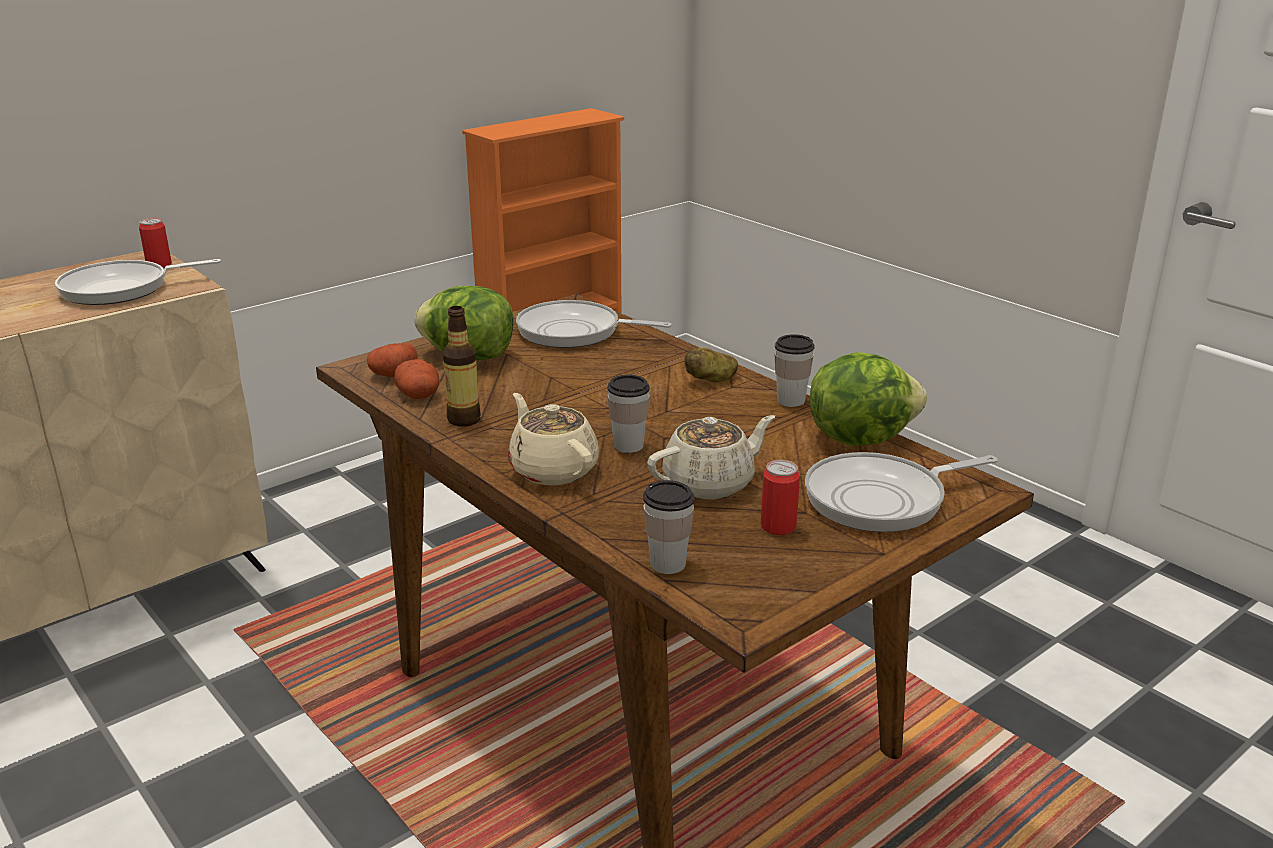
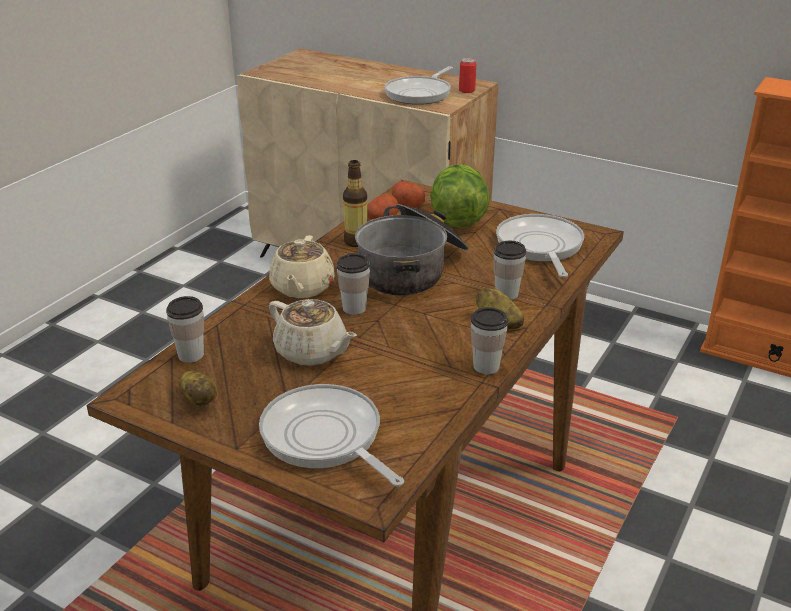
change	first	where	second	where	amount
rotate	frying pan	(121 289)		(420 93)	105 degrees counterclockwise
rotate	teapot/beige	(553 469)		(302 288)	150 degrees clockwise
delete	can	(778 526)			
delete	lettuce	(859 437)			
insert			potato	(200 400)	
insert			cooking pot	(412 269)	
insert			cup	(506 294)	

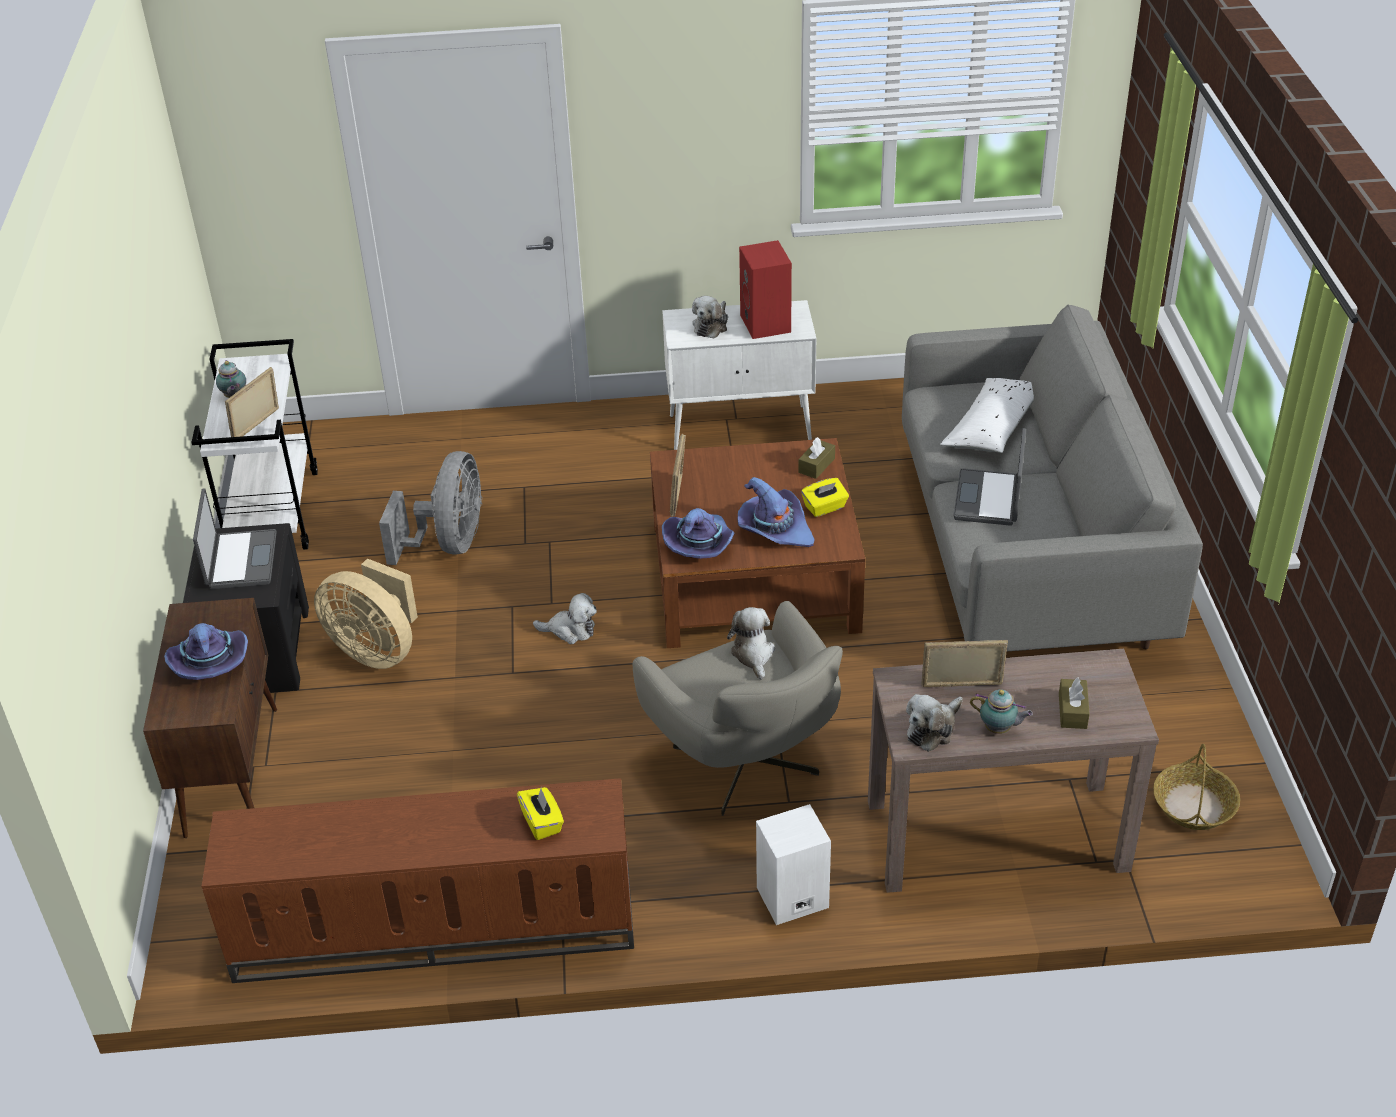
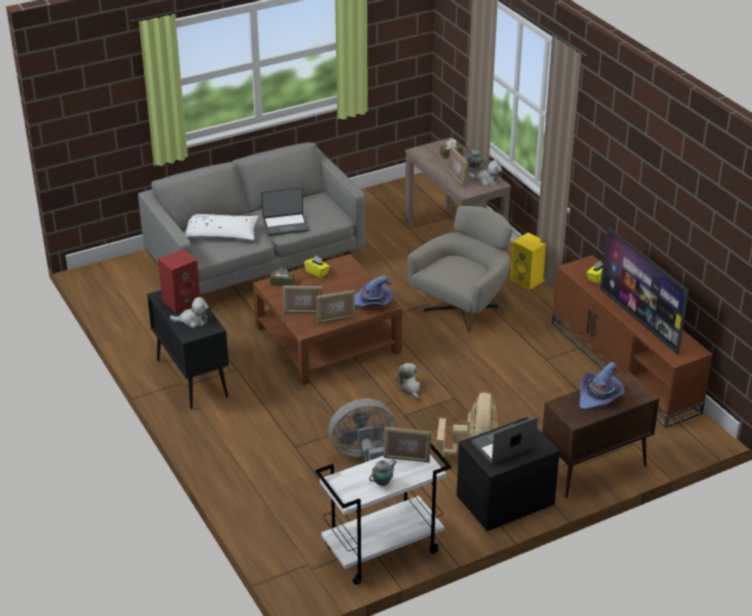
change	first	where	second	where	amount
recolor	cabinet/white	(741 428)	cabinet/black	(191 378)	
delete	plush toy	(753 654)			
delete	hat/purple	(774 529)			
recolor	speaker/white	(791 899)	speaker/yellow	(528 280)	
delete	basket	(1194 806)			
insert			picture frame	(302 312)	
insert			television	(640 320)	

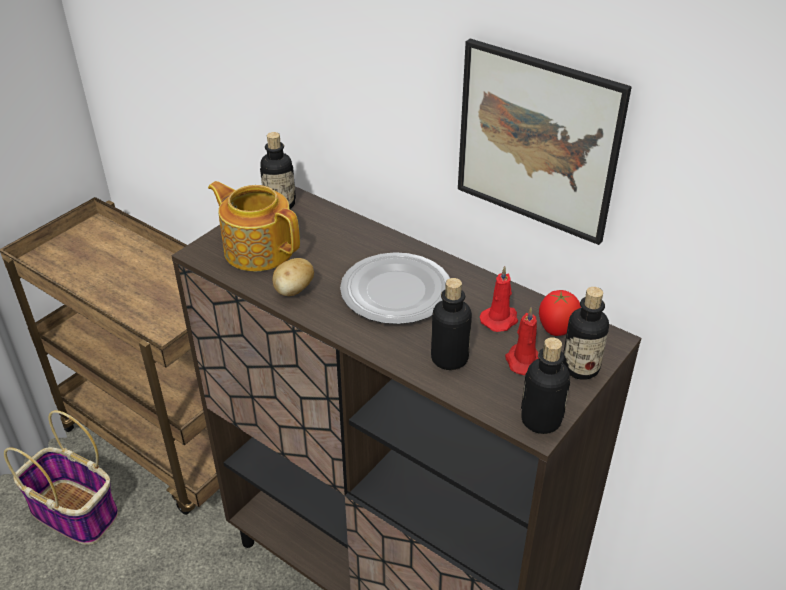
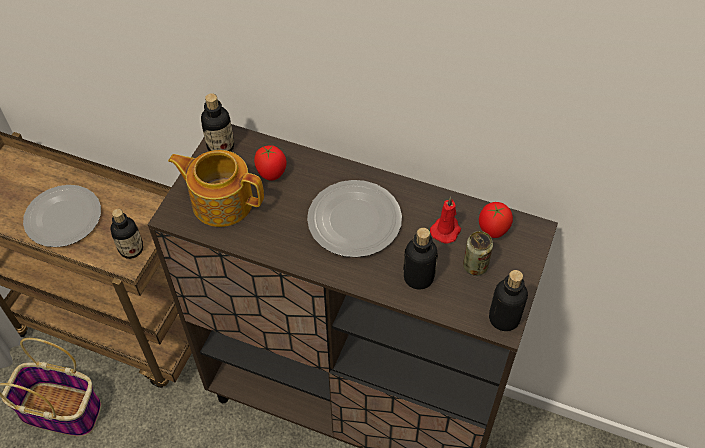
change	first	where	second	where	amount
delete	potato	(294 291)			
delete	picture	(537 141)			
replace	candle/red	(523 360)	can	(475 266)	
move	bottle	(580 367)		(131 249)	
insert			plate	(64 217)	
insert			tomato	(272 174)	

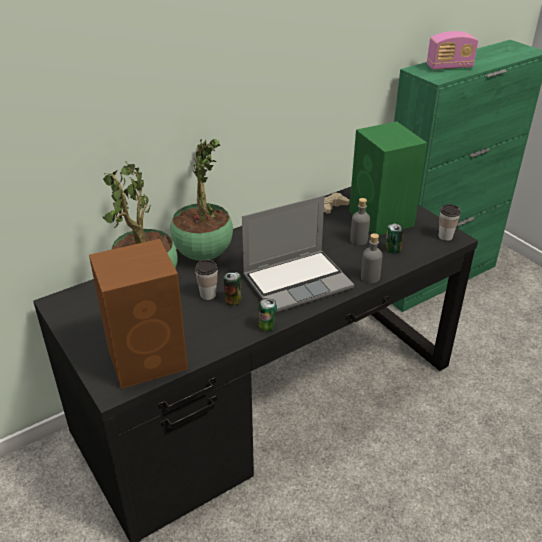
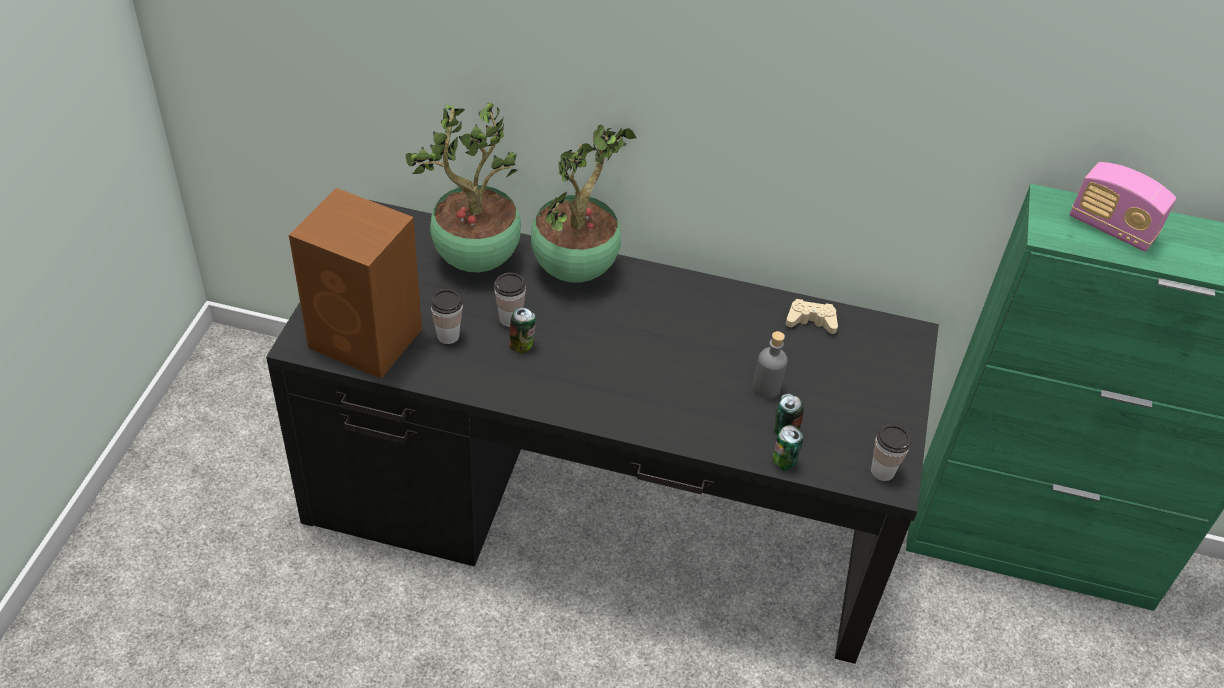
change	first	where	second	where	amount
delete	laptop	(297 281)			
move	can	(267 327)		(783 462)	
delete	speaker/green	(382 219)			
delete	bottle/grey	(370 277)			
insert			cup	(448 336)	

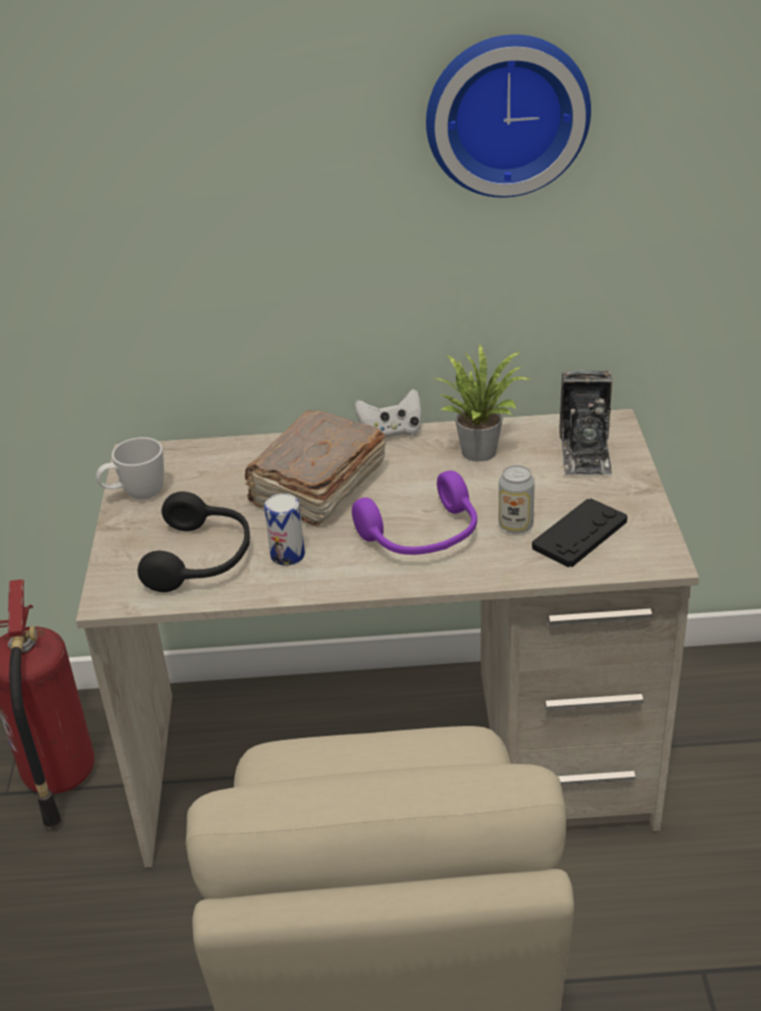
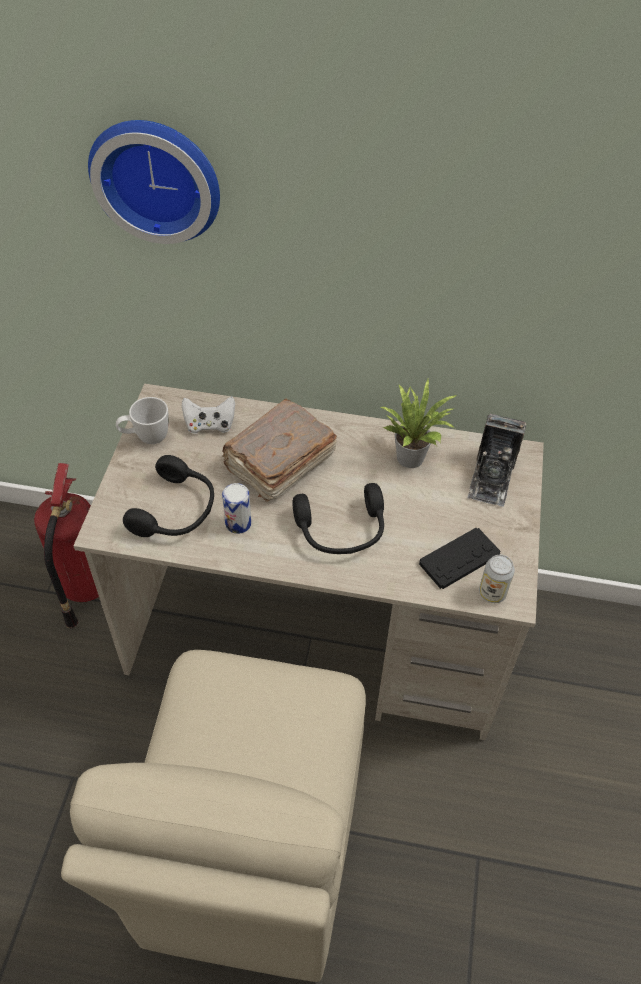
change	first	where	second	where	amount
recolor	headphones/purple	(423 537)	headphones/black	(341 531)	
move	game controller/white	(391 432)		(210 425)	
move	wall clock	(506 113)		(158 177)	
move	can	(515 525)		(492 593)	

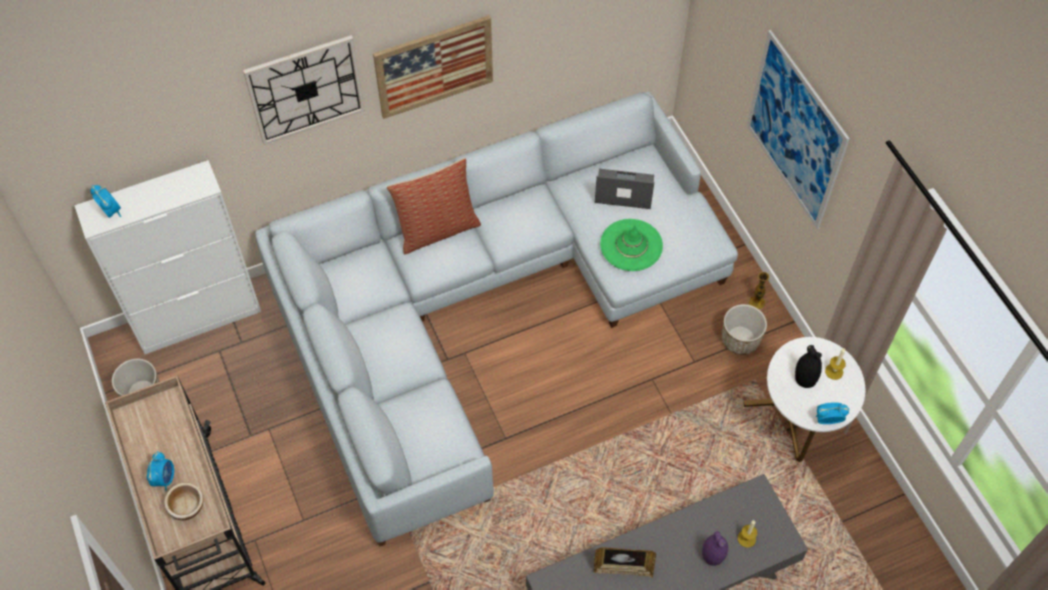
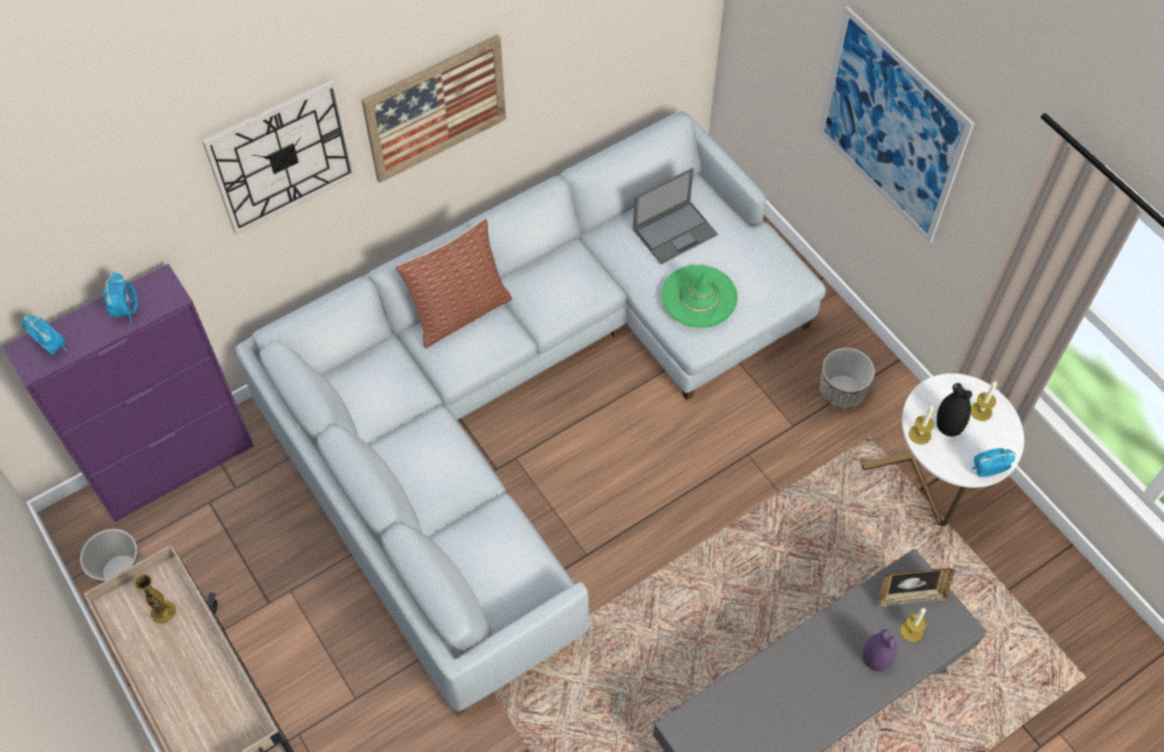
change	first	where	second	where	amount
recolor	cabinet/white	(199 317)	cabinet/purple	(176 465)	
move	alarm clock	(164 478)		(126 309)	
delete	bowl	(187 507)			
move	picture frame	(623 569)		(910 596)	
rotate	laptop	(623 189)		(675 231)	150 degrees clockwise
move	vase	(756 302)		(163 612)	
insert			candle	(919 434)	

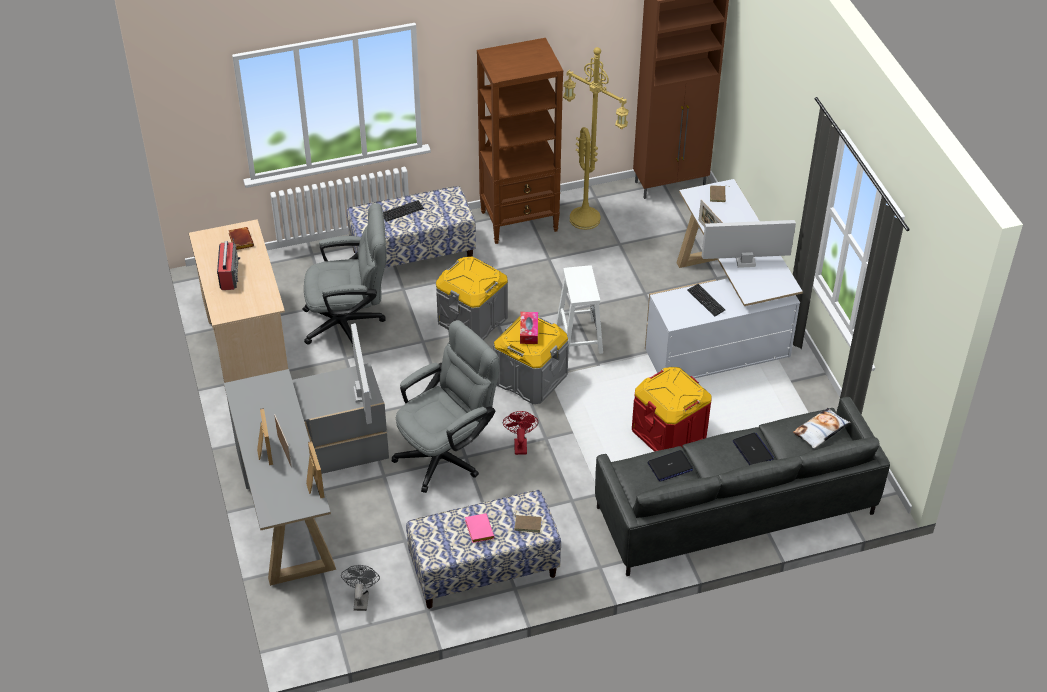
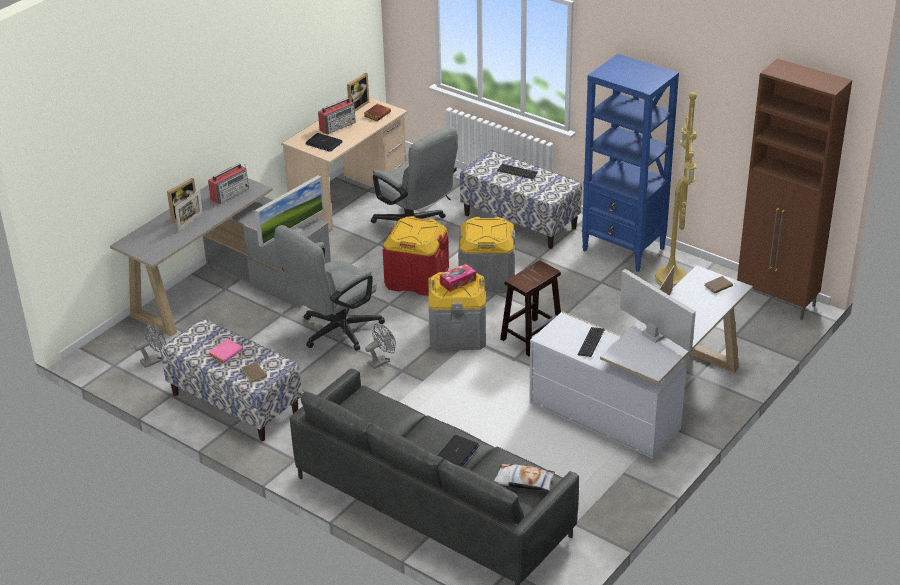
change	first	where	second	where	amount
move	picture frame	(313 484)		(356 106)	
rotate	office chair/grey	(447 453)		(334 332)	120 degrees clockwise
recolor	bookcase/brown	(520 221)	bookcase/blue	(624 250)	
recolor	fan/red	(520 444)	fan/grey	(381 361)	
recolor	stool/white	(579 337)	stool/brown	(532 336)	
move	storage box/red	(669 432)		(417 279)	
move	laptop	(670 466)		(323 143)	
insert			radio	(230 194)	

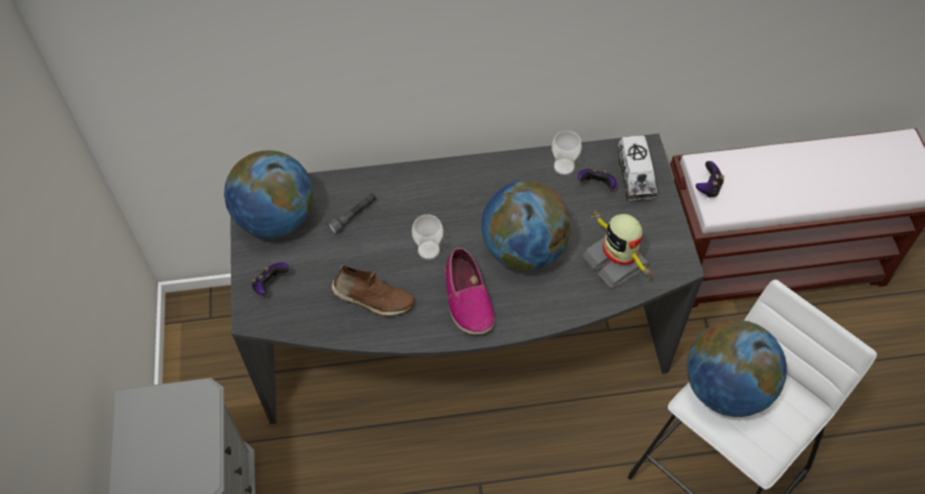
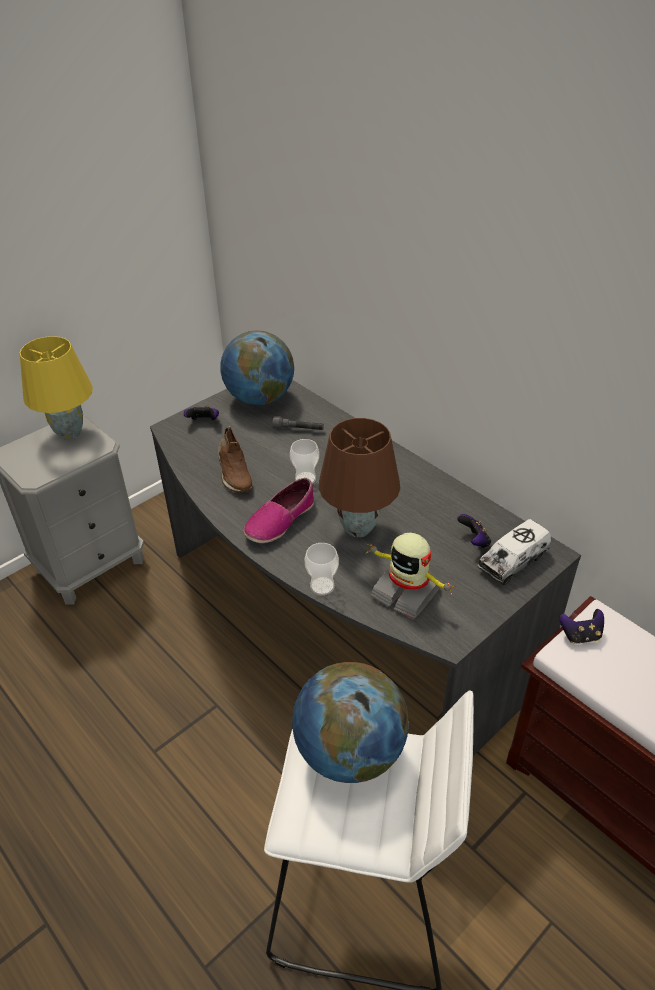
change	first	where	second	where	amount
replace	globe	(523 250)	table lamp/brown	(359 529)	
move	cup	(564 166)		(322 586)	
rotate	toy robot	(616 261)		(406 592)	75 degrees counterclockwise
insert			table lamp/yellow	(70 433)	

